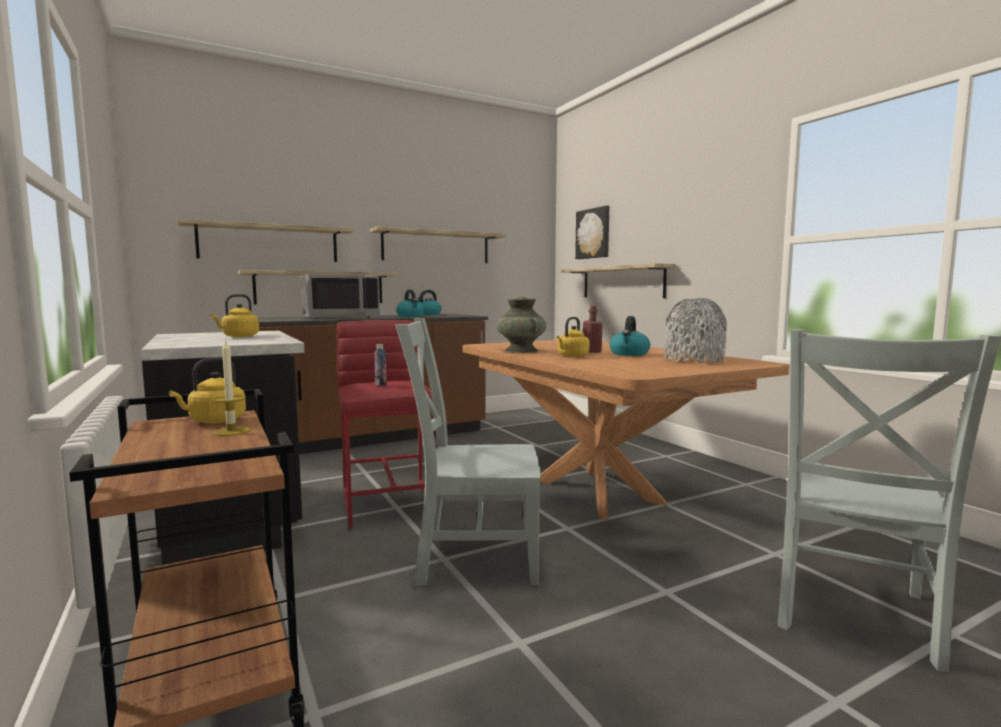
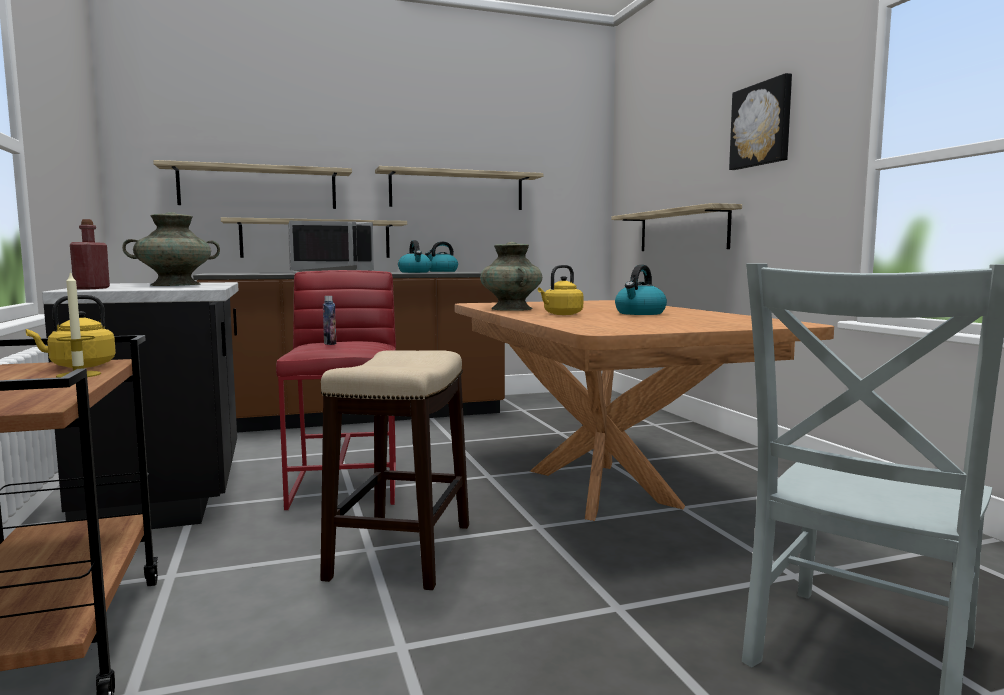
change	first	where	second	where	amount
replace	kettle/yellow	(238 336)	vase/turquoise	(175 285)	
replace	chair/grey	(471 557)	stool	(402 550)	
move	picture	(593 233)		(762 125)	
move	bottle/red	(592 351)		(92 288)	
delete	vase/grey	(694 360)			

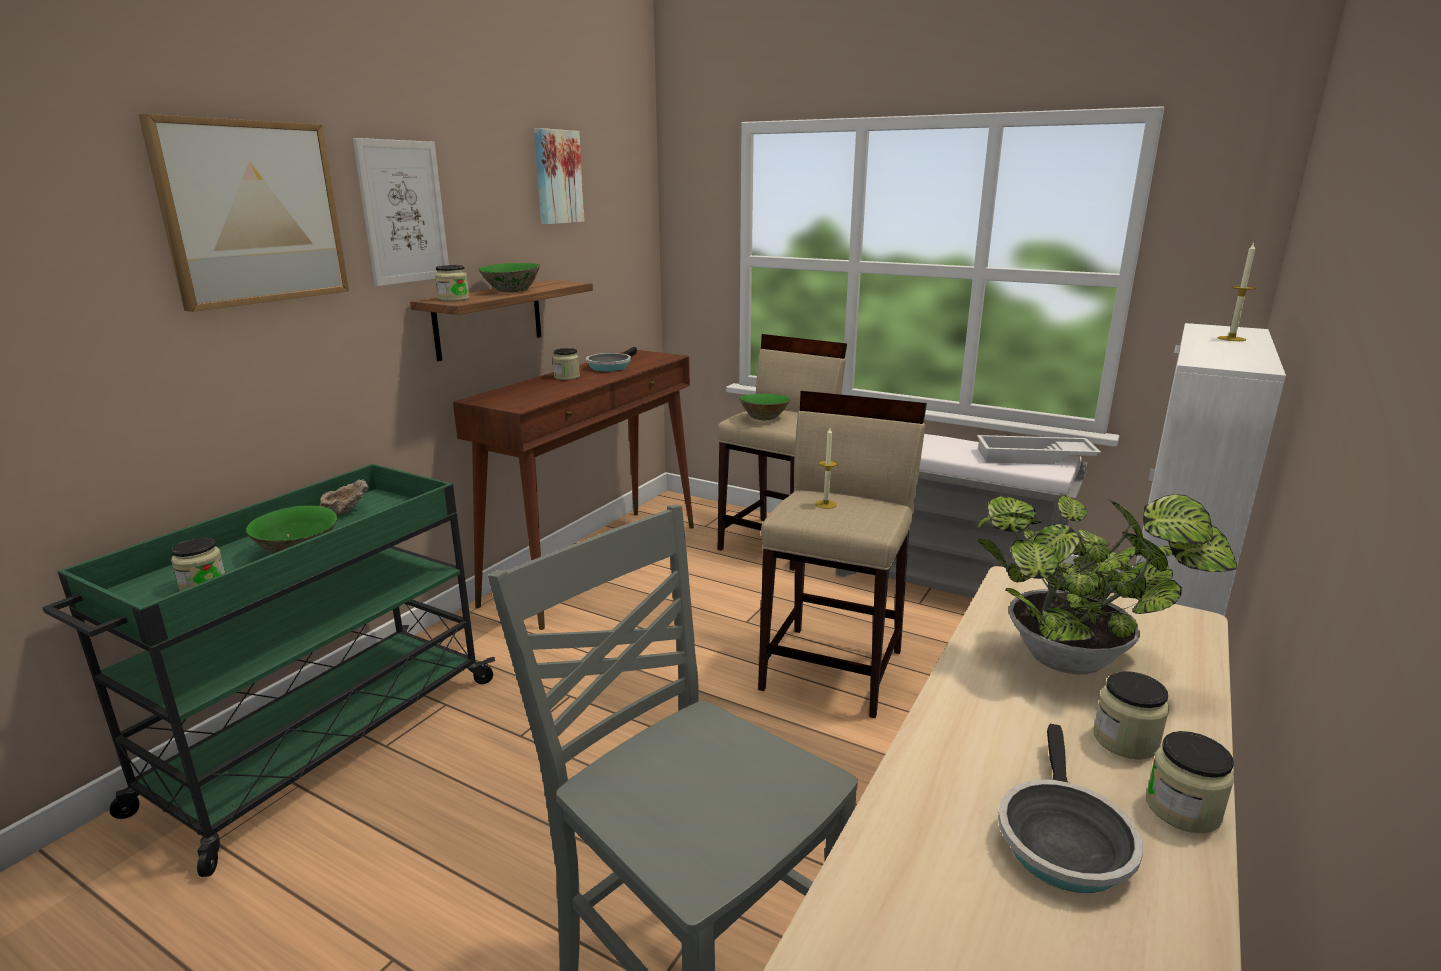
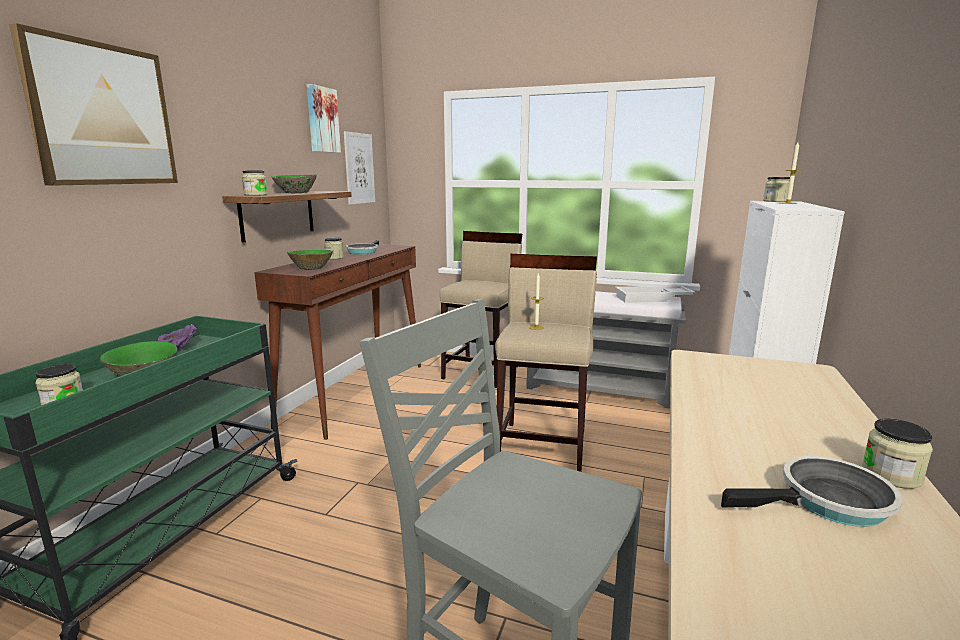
change	first	where	second	where	amount
recolor	bowl/beige	(346 512)	bowl/purple	(178 350)	
move	picture	(403 212)		(359 168)	
move	bowl/green	(764 417)		(311 268)	
delete	potted plant	(1076 660)			
rotate	frying pan	(1061 839)		(827 503)	105 degrees counterclockwise
move	jar	(1125 740)		(775 201)	

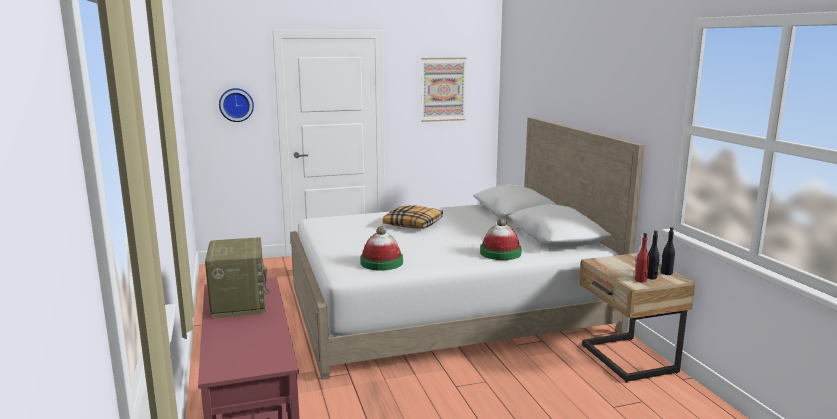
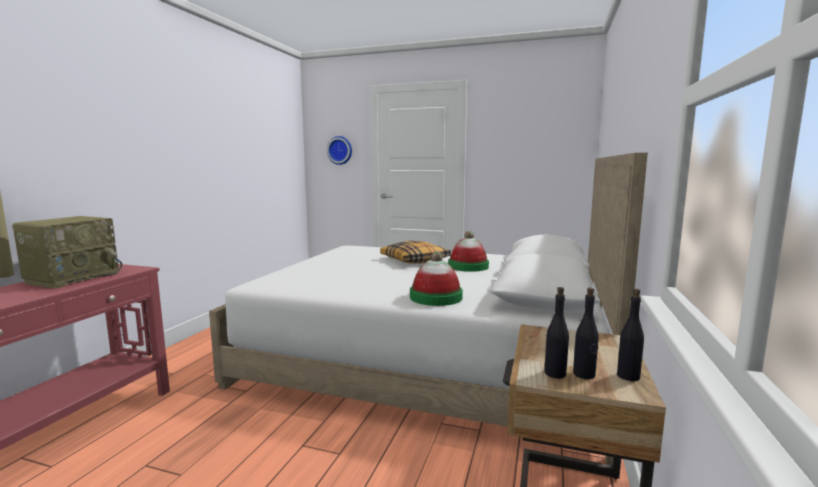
change	first	where	second	where	amount
move	hat	(381 262)		(468 266)	
delete	picture	(443 89)			
recolor	bottle/red	(640 280)	bottle/black	(555 373)	

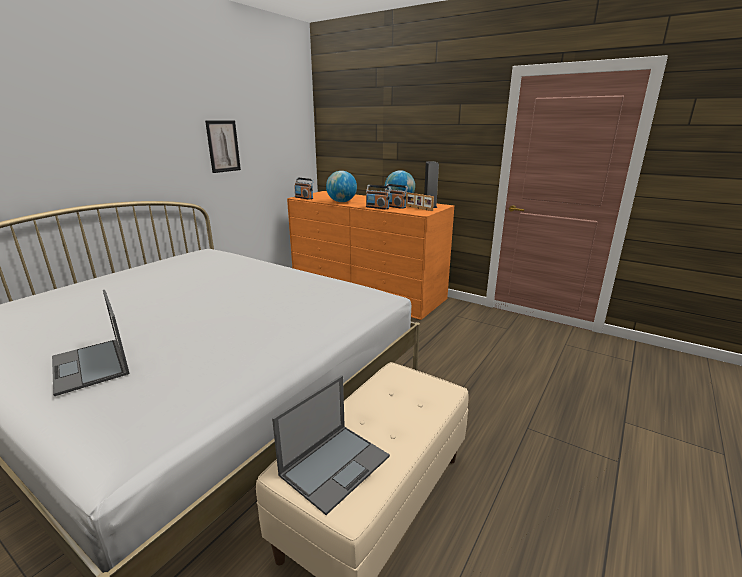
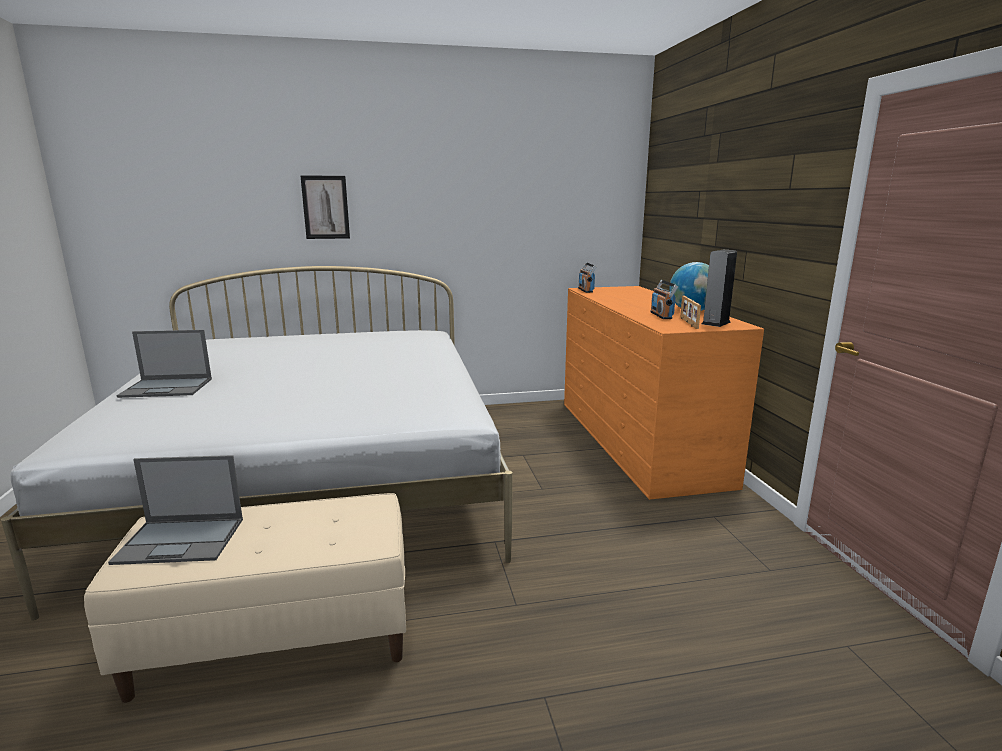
change	first	where	second	where	amount
rotate	laptop	(91 366)		(168 388)	105 degrees counterclockwise
move	picture	(223 146)		(325 207)	
delete	globe	(341 202)			
delete	radio	(377 207)			

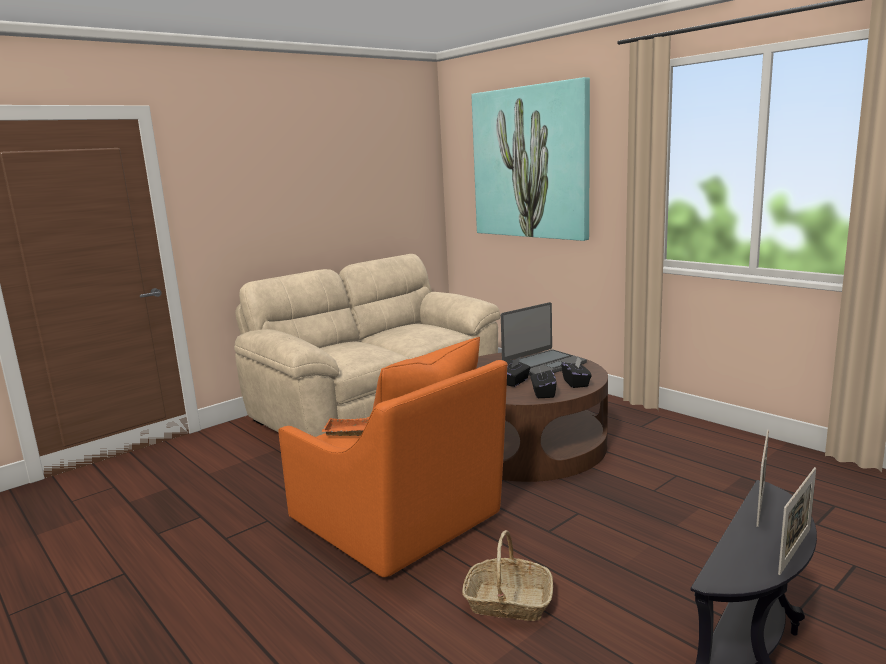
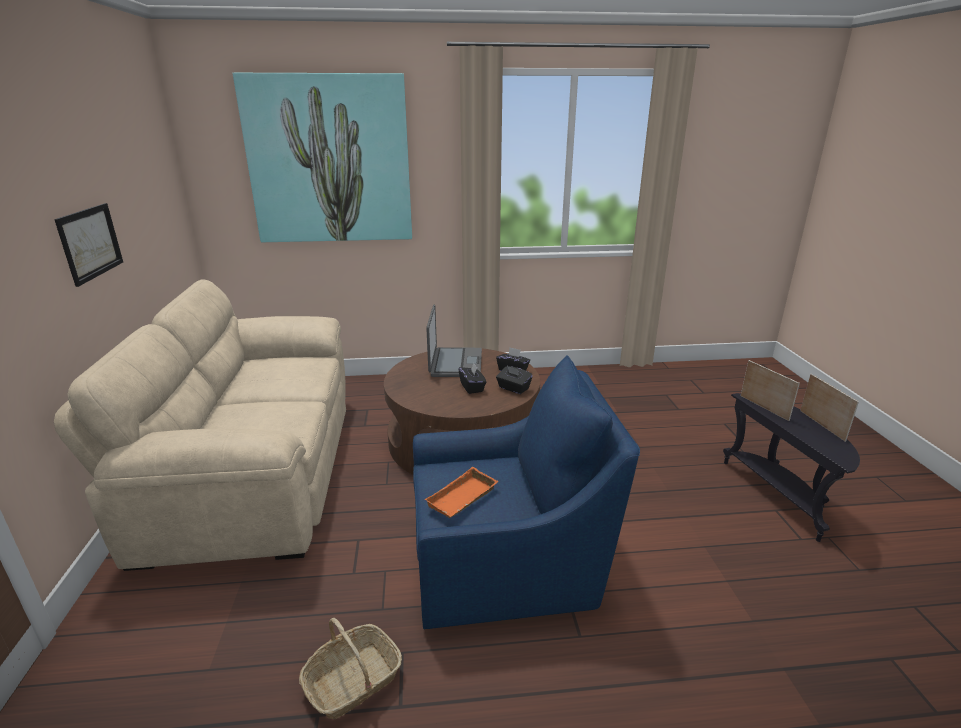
change	first	where	second	where	amount
recolor	armchair/orange	(400 521)	armchair/blue	(509 559)	
move	basket	(508 602)		(353 681)	
insert			picture	(90 243)	

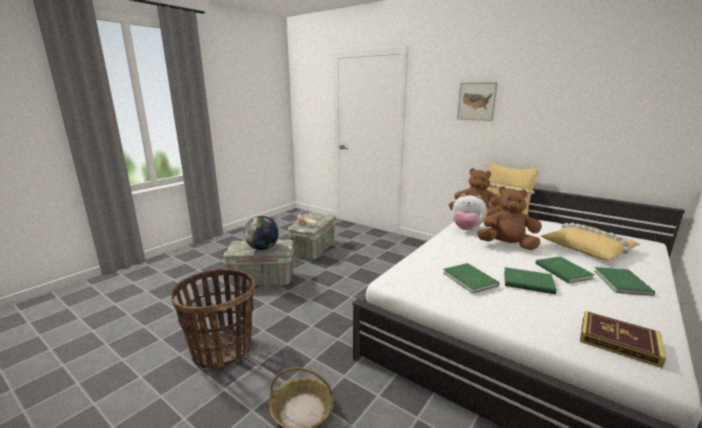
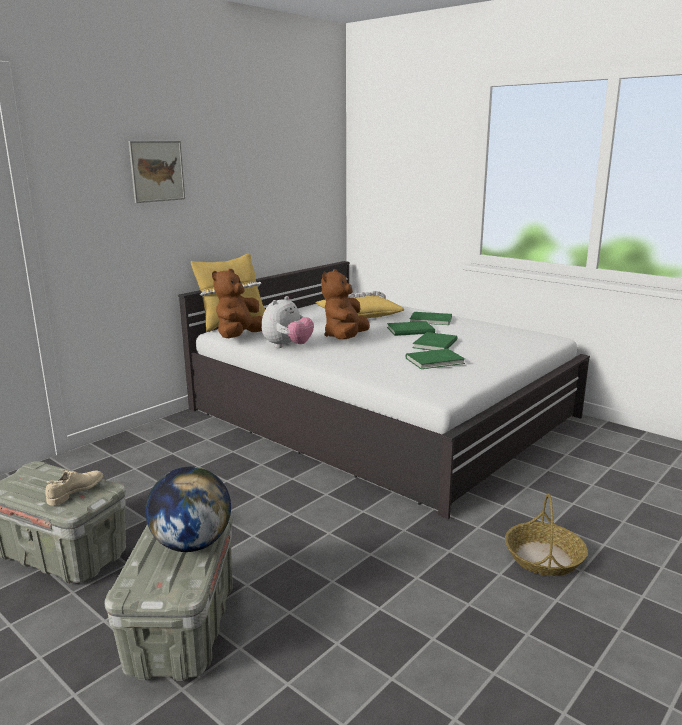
change	first	where	second	where	amount
delete	basket	(222 350)			
delete	book	(618 341)			

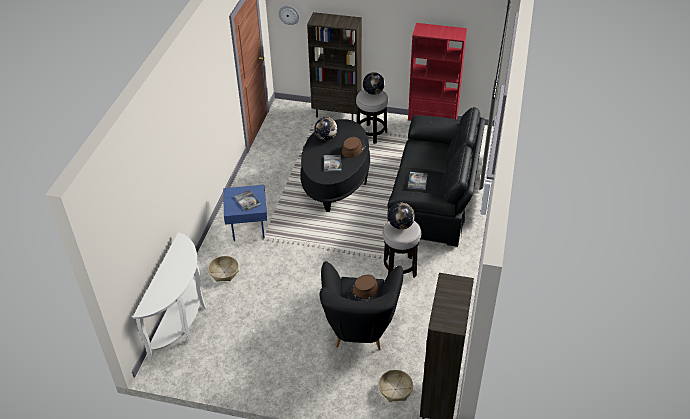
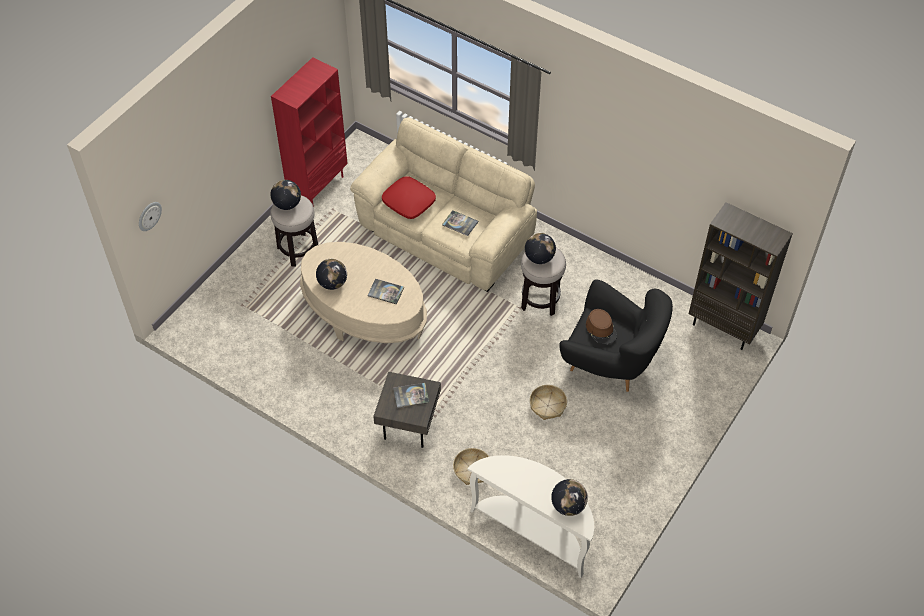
change	first	where	second	where	amount
recolor	side table/blue	(247 229)	side table/grey	(409 428)	
recolor	coffee table/black	(336 179)	coffee table/beige	(364 312)	
delete	bookcase/brown	(337 114)			
delete	hat/brown	(353 148)			
move	basket	(395 389)		(547 405)	
recolor	sofa/black	(434 198)	sofa/beige	(446 231)	
insert			pillow/red	(409 202)	
insert			globe	(568 506)	

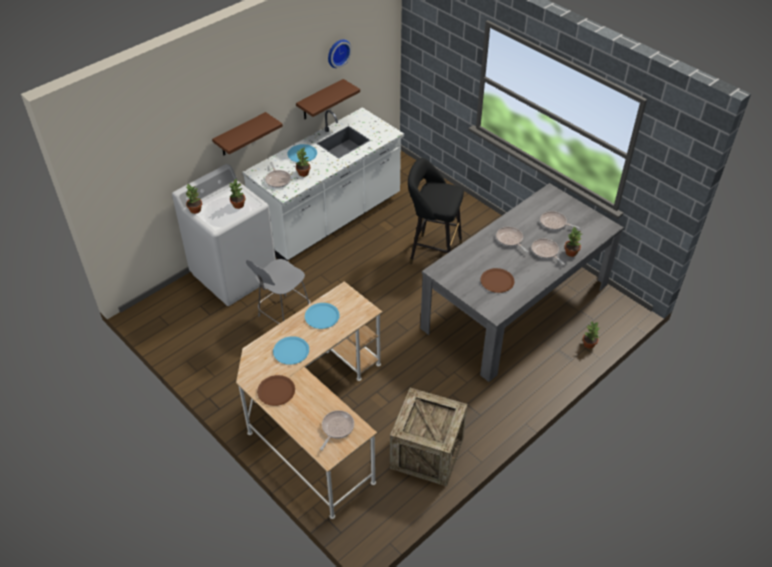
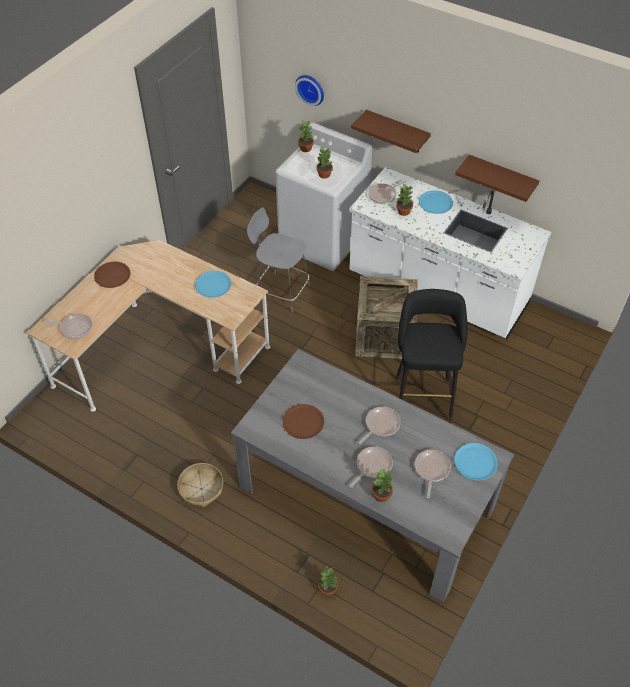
change	first	where	second	where	amount
move	plate/blue	(291 351)		(475 462)	
move	wall clock	(337 52)		(311 88)	
move	crate	(427 453)		(384 336)	
insert			basket	(201 488)	

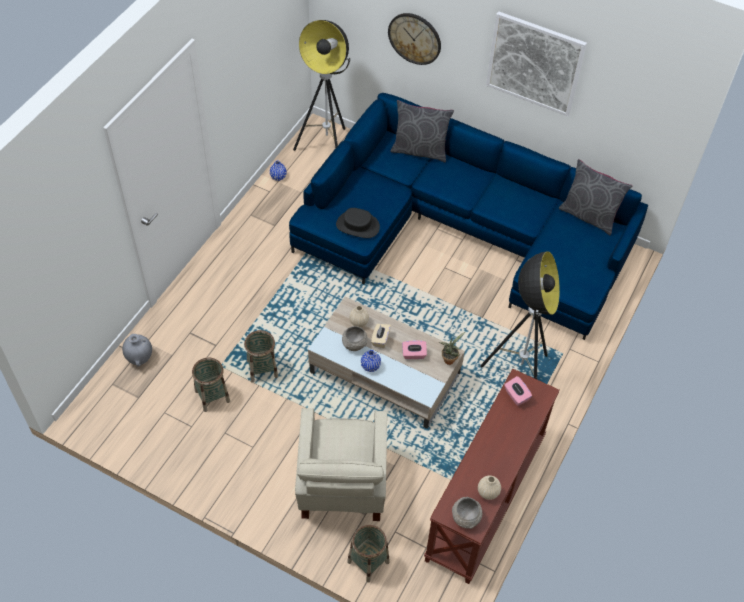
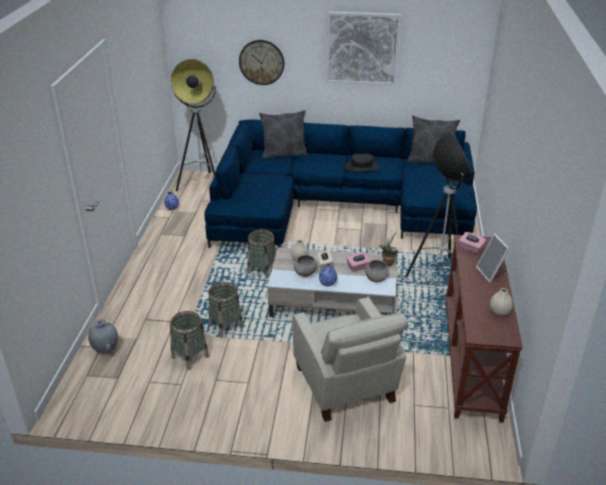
change	first	where	second	where	amount
move	hat/black	(357 226)		(361 167)	
move	basket	(368 562)		(262 270)	
move	bowl/grey	(466 517)		(376 278)	
insert			picture frame	(491 273)	

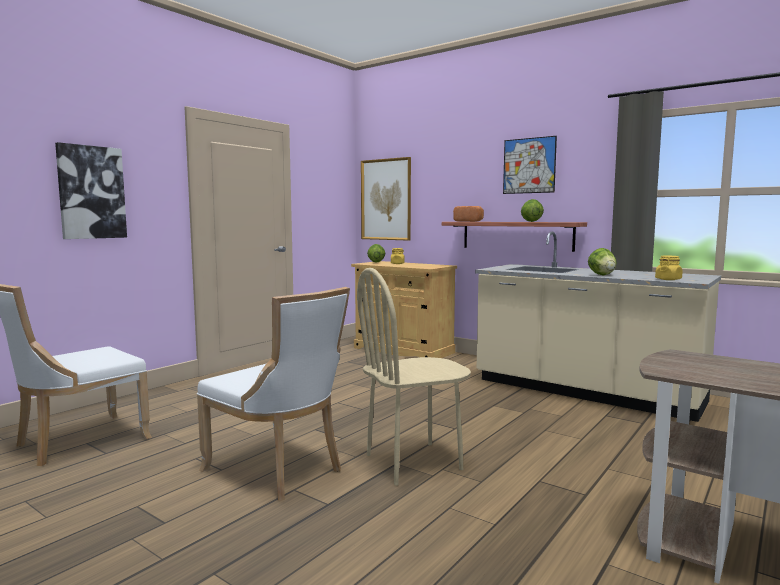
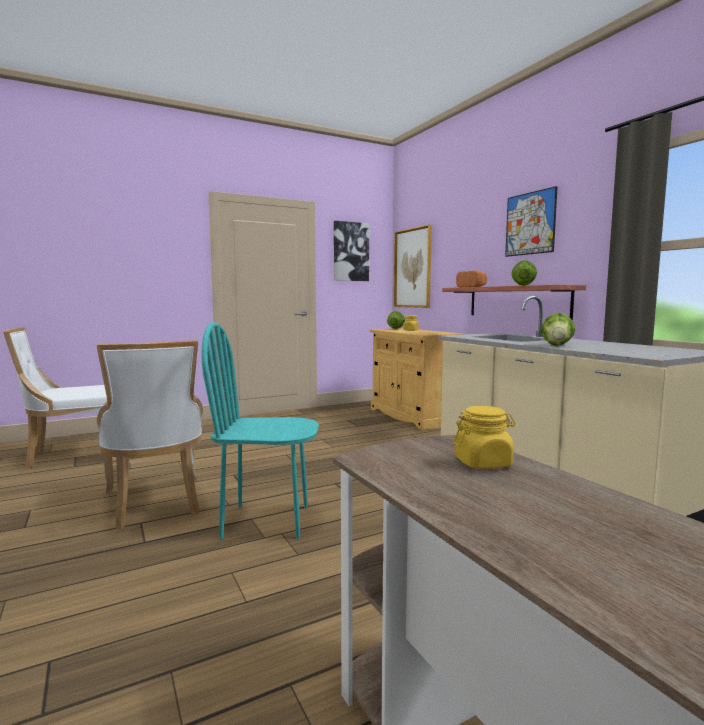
change	first	where	second	where	amount
move	picture	(91 192)		(350 251)	
recolor	chair/beige	(413 462)	chair/turquoise	(266 521)	
move	jar/yellow	(668 279)		(483 463)	

